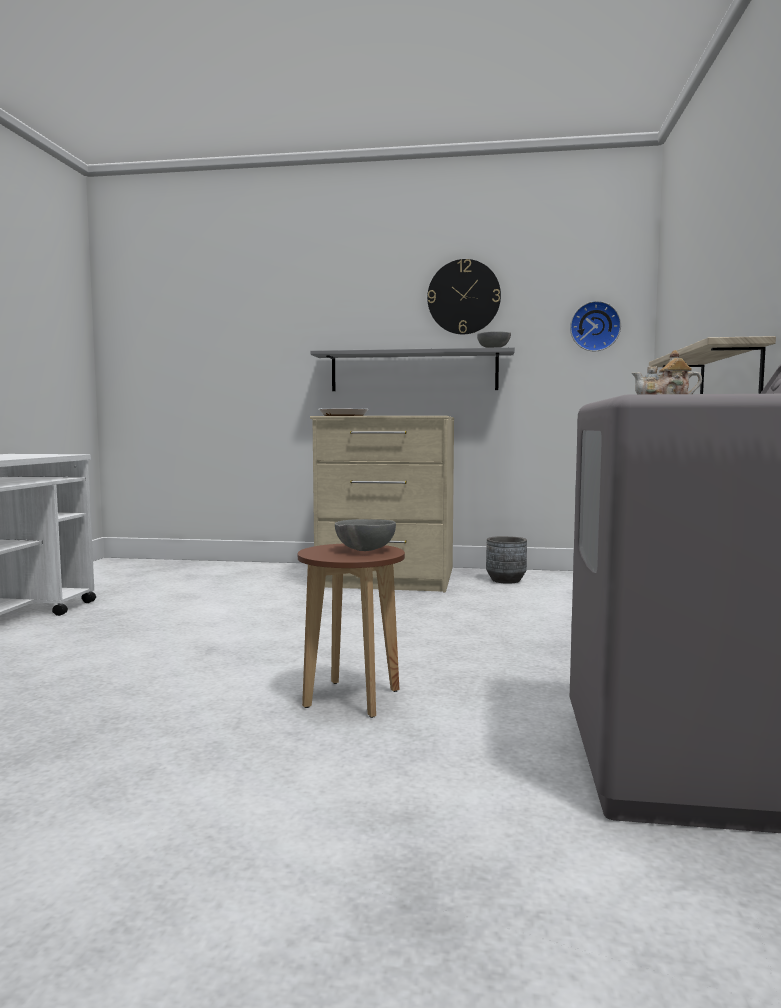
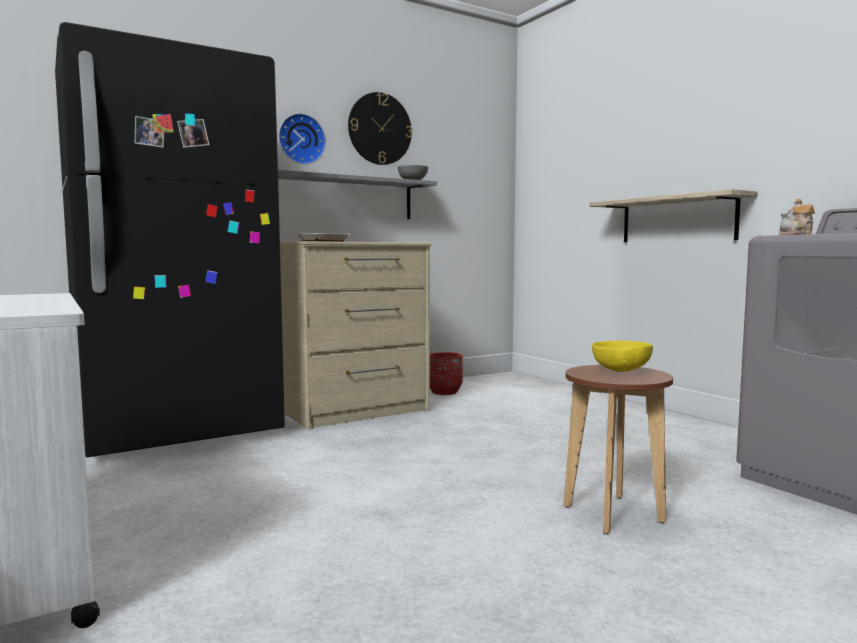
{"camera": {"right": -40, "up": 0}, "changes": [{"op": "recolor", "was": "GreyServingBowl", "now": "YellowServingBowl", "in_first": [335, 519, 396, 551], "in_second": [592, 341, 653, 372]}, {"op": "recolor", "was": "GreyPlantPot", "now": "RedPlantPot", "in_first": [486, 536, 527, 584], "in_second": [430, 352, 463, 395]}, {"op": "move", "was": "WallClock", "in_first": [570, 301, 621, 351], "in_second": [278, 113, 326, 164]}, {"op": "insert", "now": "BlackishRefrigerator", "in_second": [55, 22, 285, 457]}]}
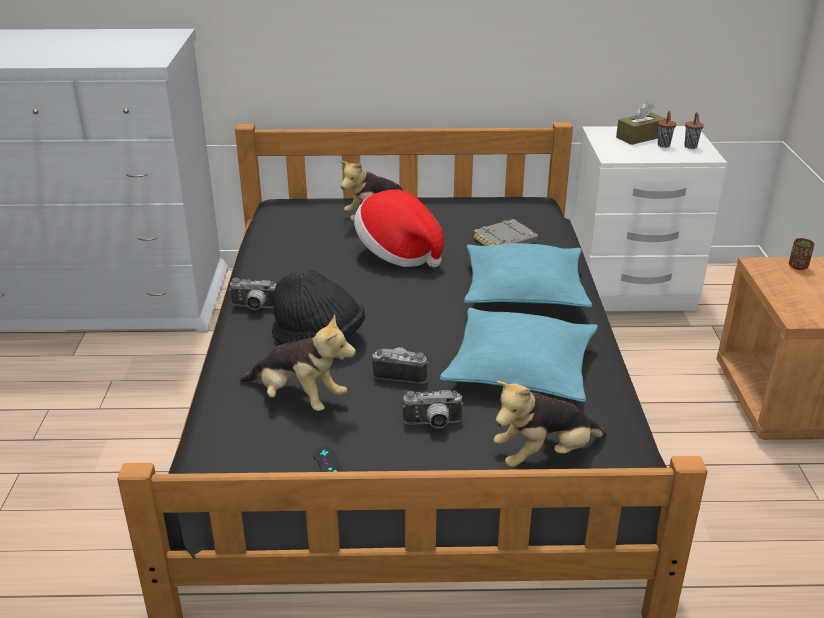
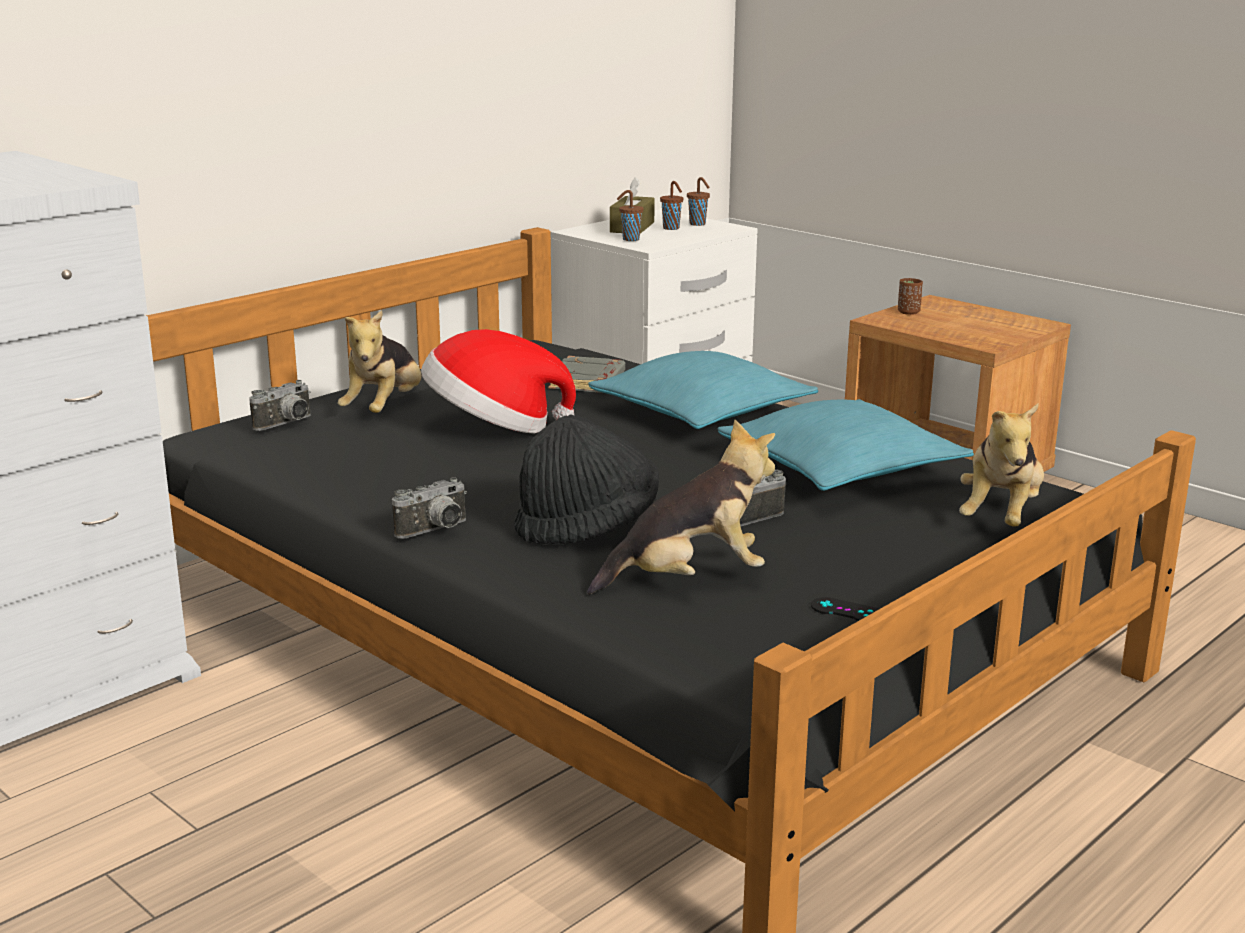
{"camera": {"right": -45, "up": -10}, "changes": [{"op": "move", "was": "StillCamera", "in_first": [403, 390, 463, 428], "in_second": [249, 380, 311, 431]}, {"op": "insert", "now": "BrownishSmallCup", "in_second": [617, 190, 643, 241]}]}
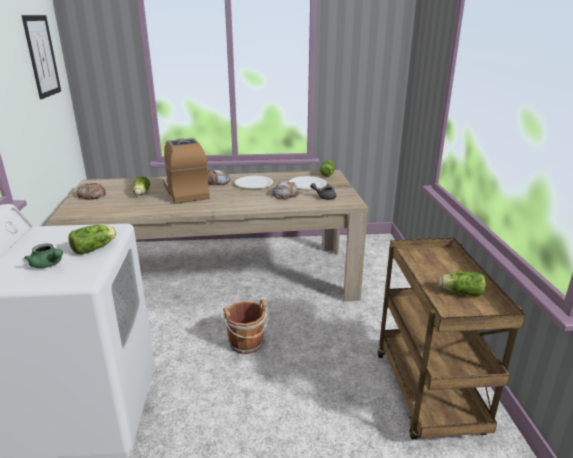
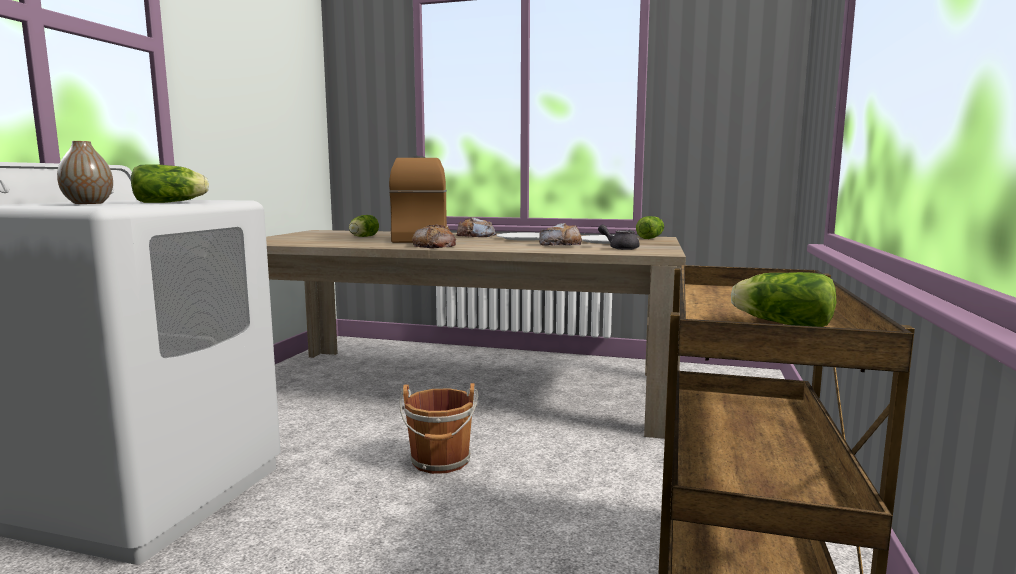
{"camera": {"right": 20, "up": -15}, "changes": [{"op": "delete", "was": "WallPicture", "in_first": [21, 15, 61, 99]}, {"op": "replace", "was": "GreenTeapot", "now": "DecorativeVase", "in_first": [24, 244, 63, 268], "in_second": [57, 141, 113, 204]}, {"op": "move", "was": "BakedBread", "in_first": [77, 183, 106, 200], "in_second": [412, 224, 456, 248]}]}
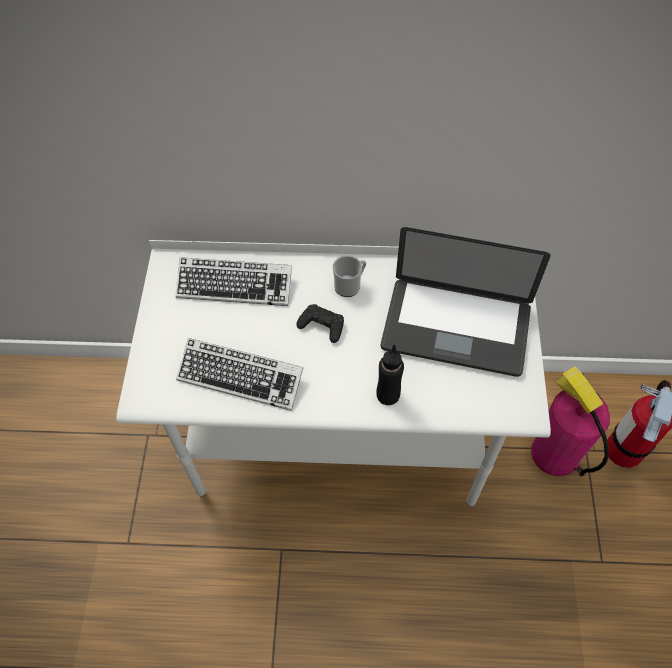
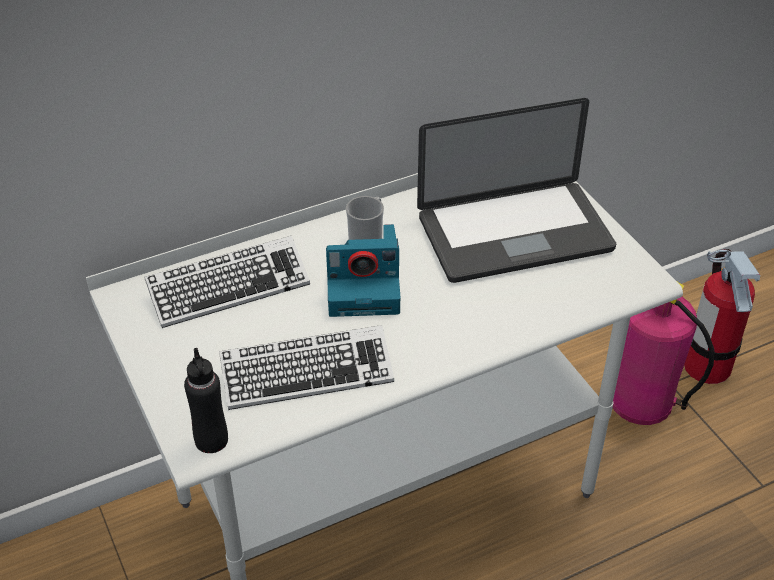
{"camera": {"right": -30, "up": -15}, "changes": [{"op": "replace", "was": "BlackishGamepad", "now": "StillCamera", "in_first": [296, 304, 344, 343], "in_second": [326, 224, 401, 317]}, {"op": "move", "was": "BlackishBottle", "in_first": [376, 345, 404, 405], "in_second": [184, 348, 228, 453]}]}
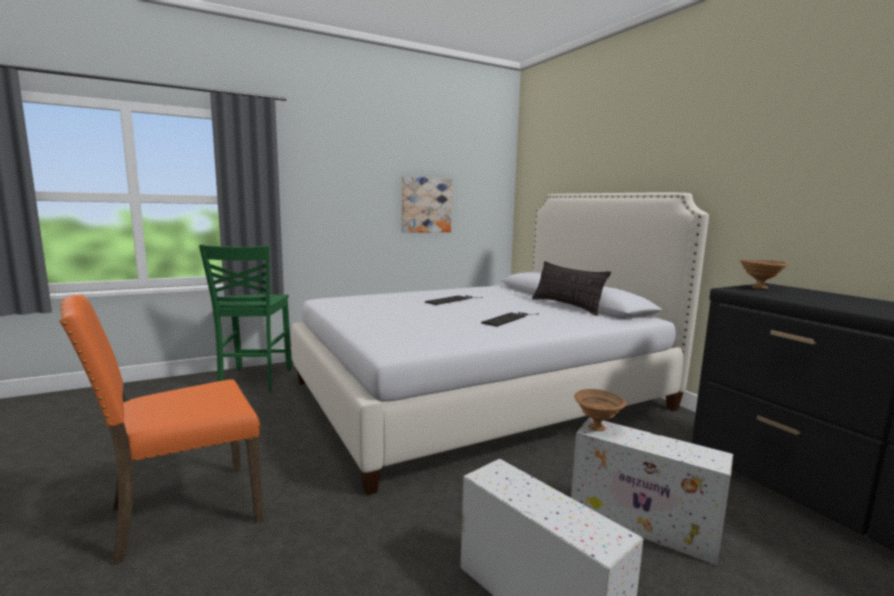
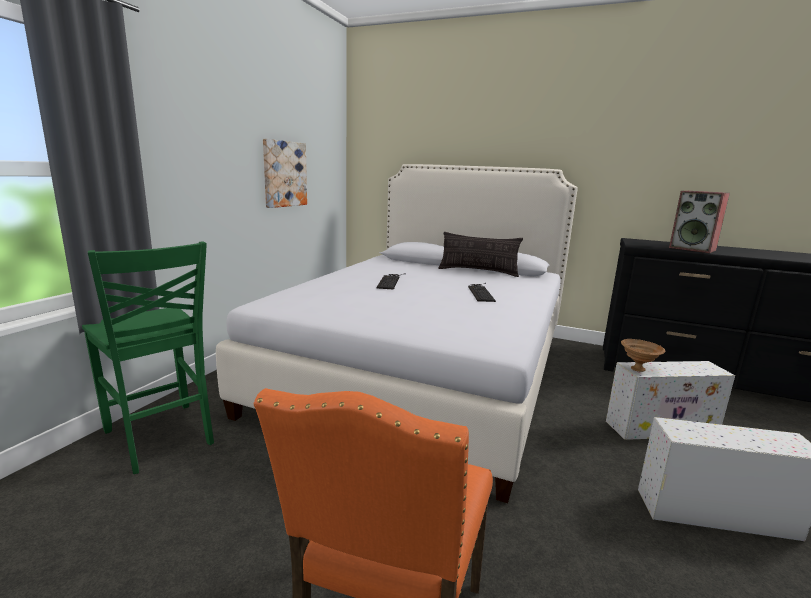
{"camera": {"right": -40, "up": 5}, "changes": [{"op": "delete", "was": "BrownishServingBowl", "in_first": [739, 260, 789, 289]}, {"op": "insert", "now": "Speaker", "in_second": [669, 191, 730, 253]}]}
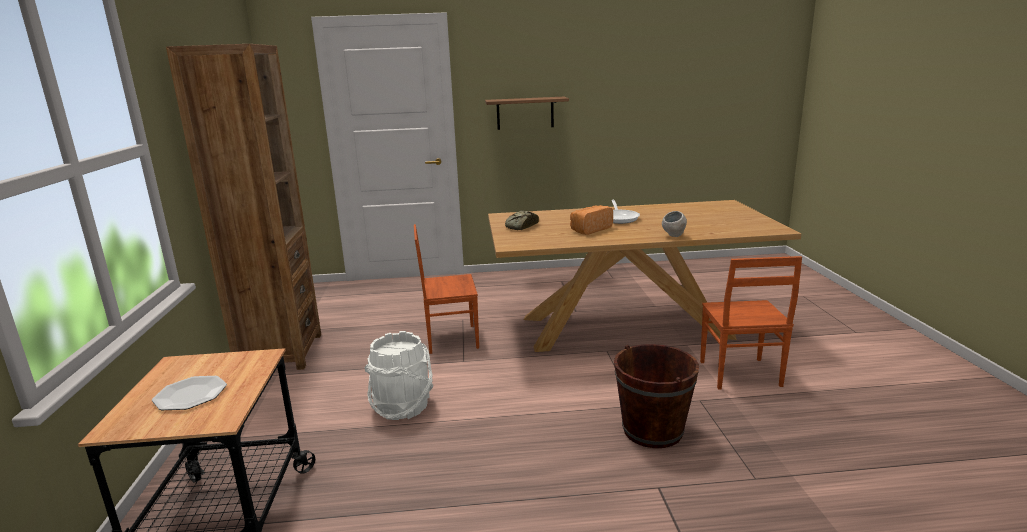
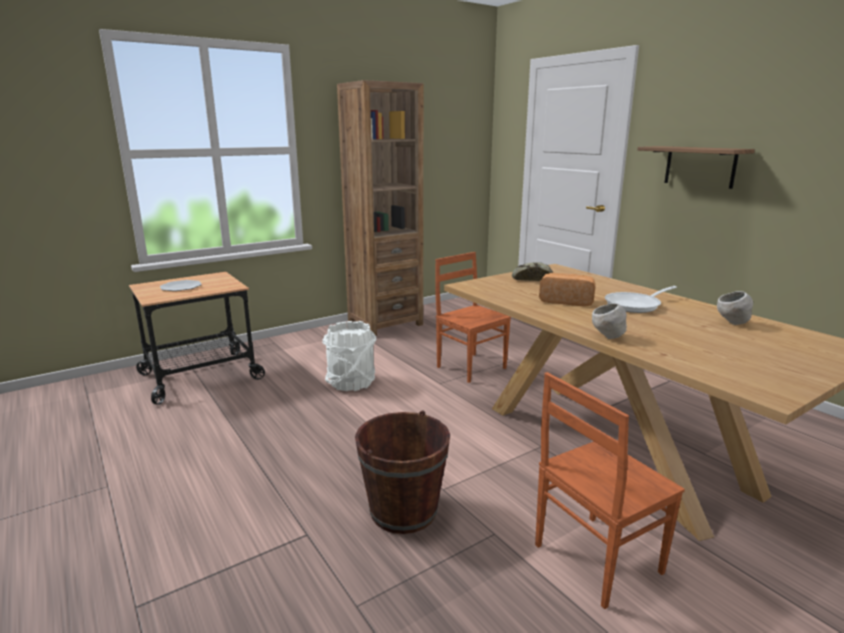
{"camera": {"right": 60, "up": 0}, "changes": [{"op": "insert", "now": "GreyServingBowl", "in_second": [717, 291, 753, 325]}]}
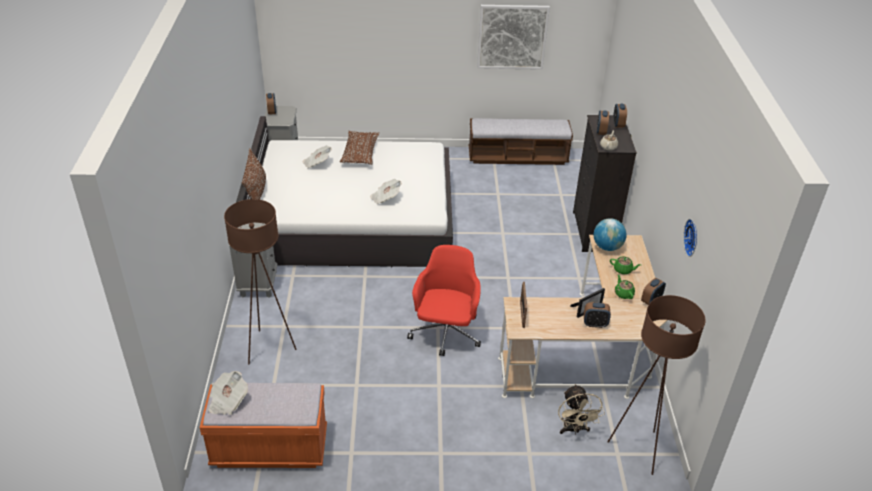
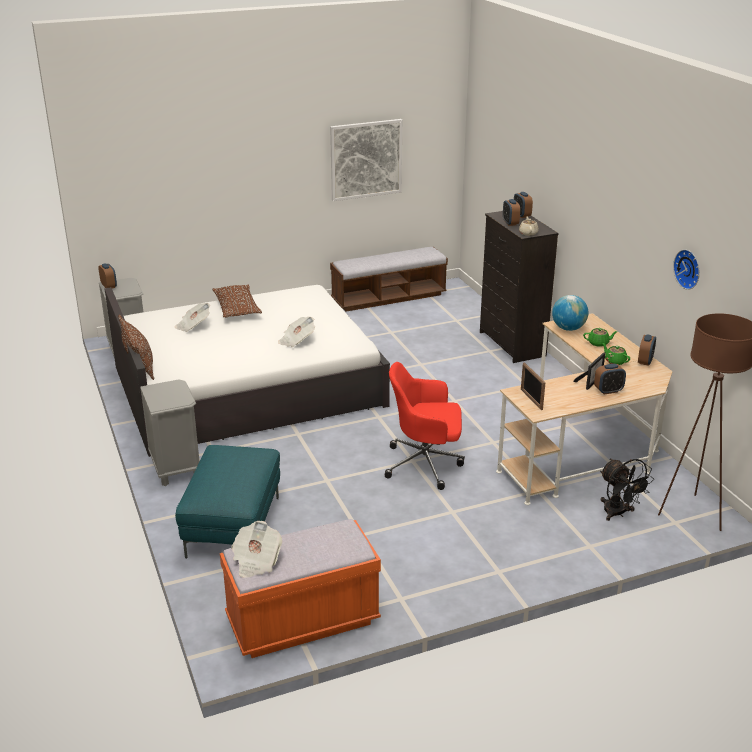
{"camera": {"right": -20, "up": -10}, "changes": [{"op": "replace", "was": "BrownishFloorLamp", "now": "TurquoiseColouredFootrest", "in_first": [224, 199, 297, 364], "in_second": [175, 445, 280, 558]}, {"op": "rotate", "was": "RedComputerChair", "in_first": [407, 245, 481, 356], "in_second": [385, 362, 465, 490], "clockwise": -75}, {"op": "recolor", "was": "BeigeColouredElectricFan", "now": "BlackishElectricFan", "in_first": [558, 384, 605, 434], "in_second": [600, 459, 654, 521]}]}
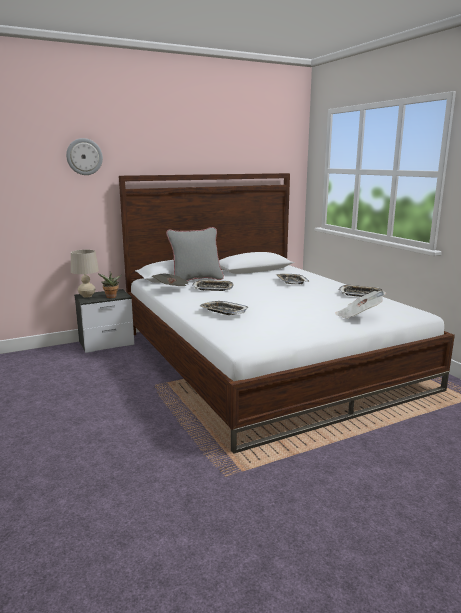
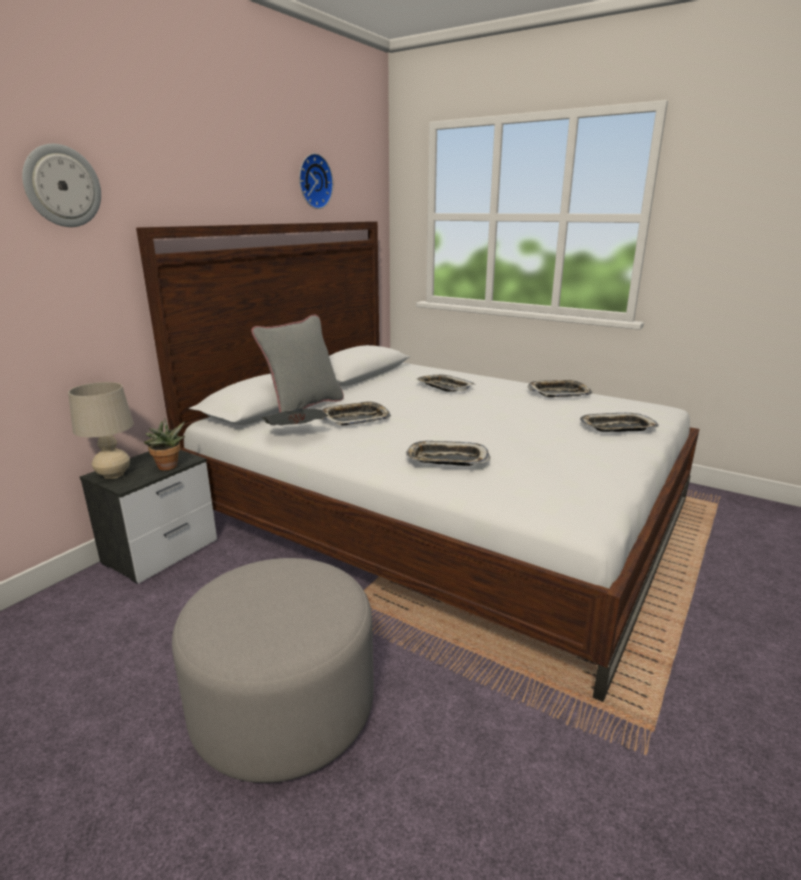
{"camera": {"right": -30, "up": 5}, "changes": [{"op": "replace", "was": "Newspaper", "now": "ServingTray", "in_first": [335, 291, 386, 319], "in_second": [580, 413, 659, 432]}, {"op": "insert", "now": "GreyFootrest", "in_second": [172, 558, 374, 783]}, {"op": "insert", "now": "WallClock", "in_second": [299, 153, 333, 209]}]}
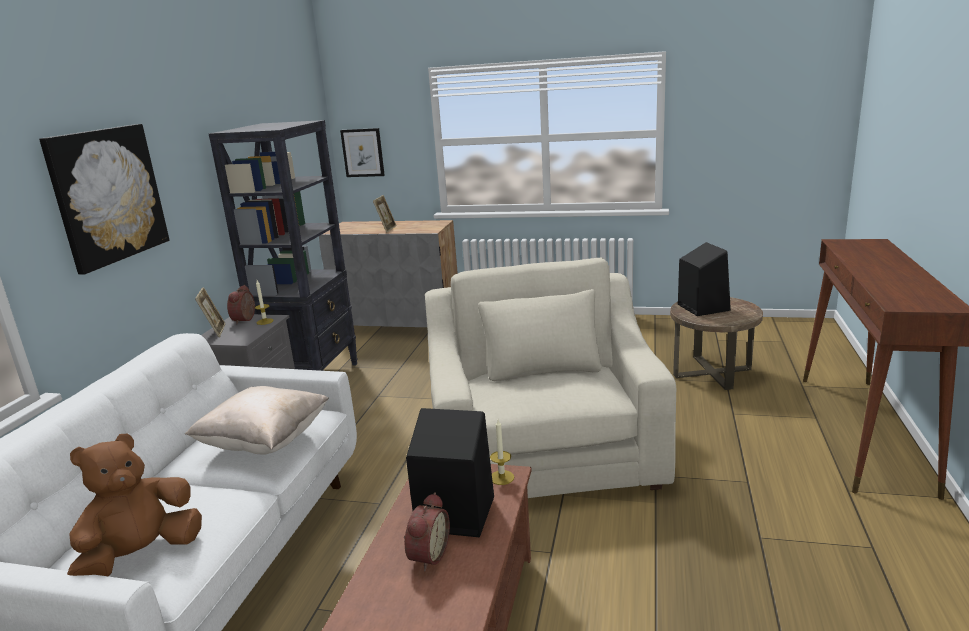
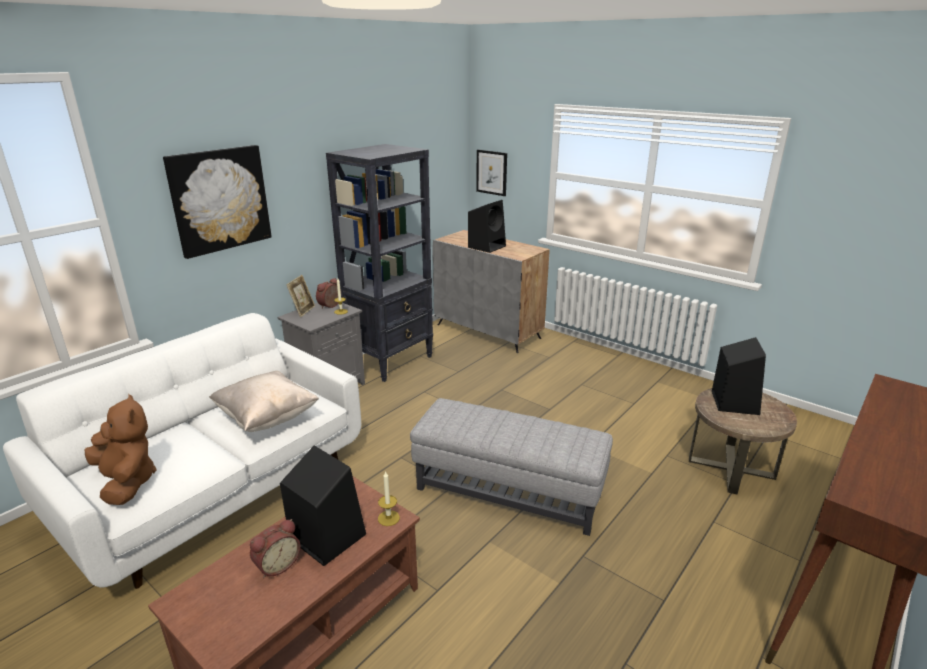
{"camera": {"right": 25, "up": 5}, "changes": [{"op": "rotate", "was": "BrownishCuddlyToy", "in_first": [67, 434, 202, 576], "in_second": [85, 394, 156, 505], "clockwise": 75}, {"op": "replace", "was": "StandingFrame", "now": "BlackishSpeaker", "in_first": [373, 195, 397, 233], "in_second": [468, 200, 506, 253]}, {"op": "replace", "was": "BeigeColouredLoungeChair", "now": "GreyFootrest", "in_first": [425, 257, 676, 498], "in_second": [410, 398, 613, 536]}]}
